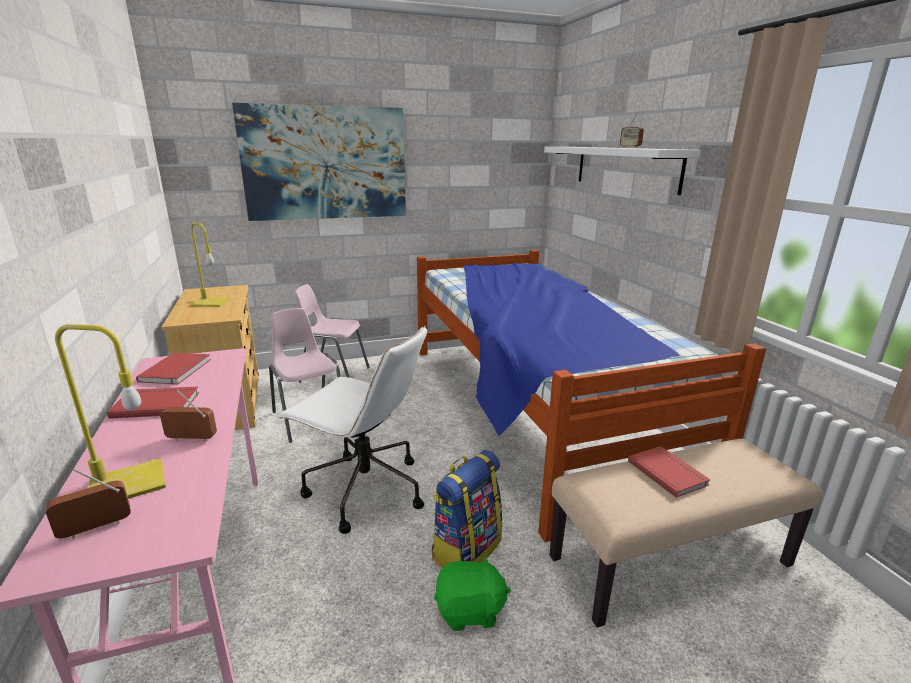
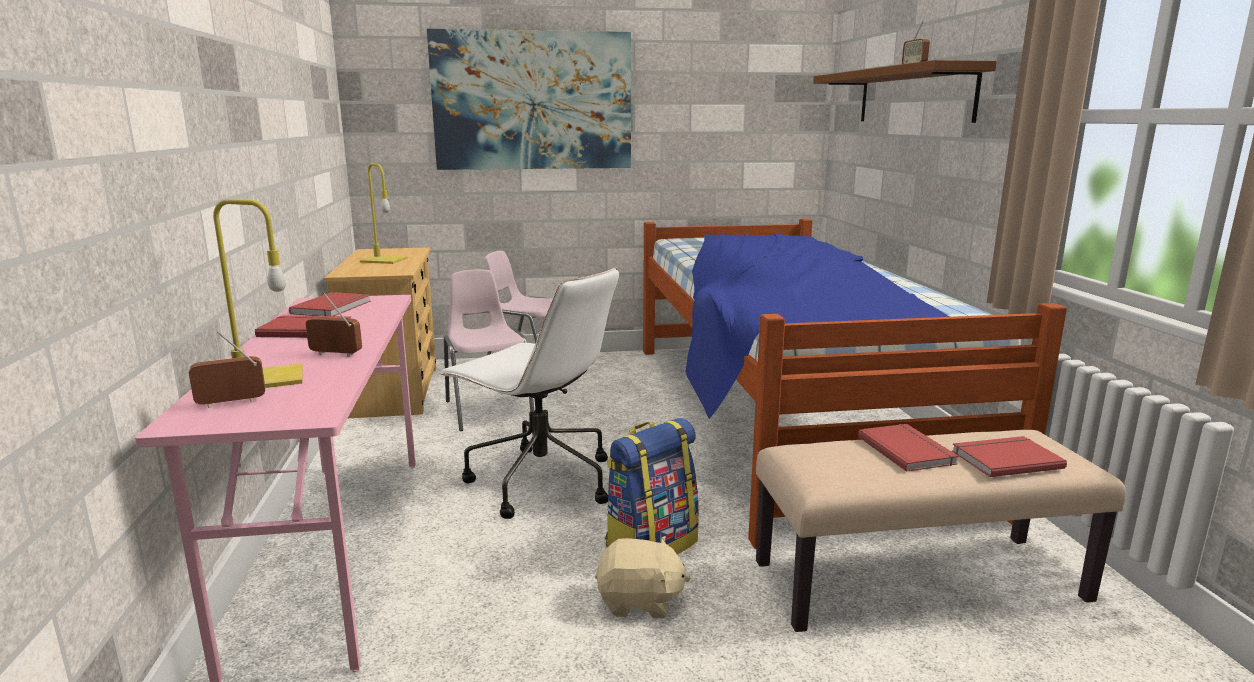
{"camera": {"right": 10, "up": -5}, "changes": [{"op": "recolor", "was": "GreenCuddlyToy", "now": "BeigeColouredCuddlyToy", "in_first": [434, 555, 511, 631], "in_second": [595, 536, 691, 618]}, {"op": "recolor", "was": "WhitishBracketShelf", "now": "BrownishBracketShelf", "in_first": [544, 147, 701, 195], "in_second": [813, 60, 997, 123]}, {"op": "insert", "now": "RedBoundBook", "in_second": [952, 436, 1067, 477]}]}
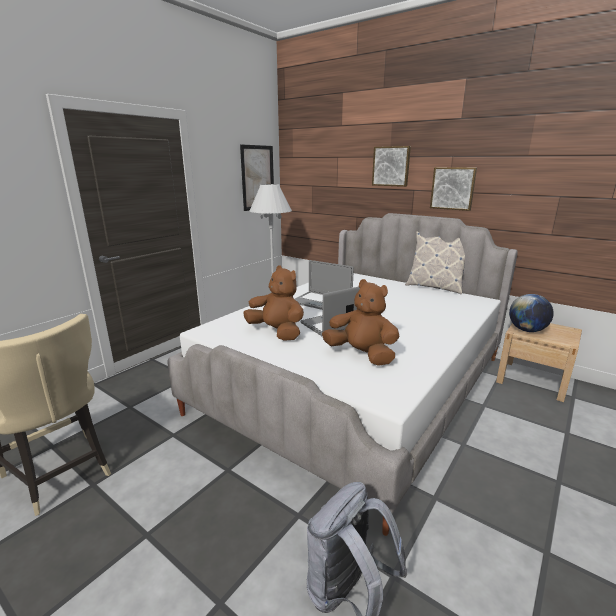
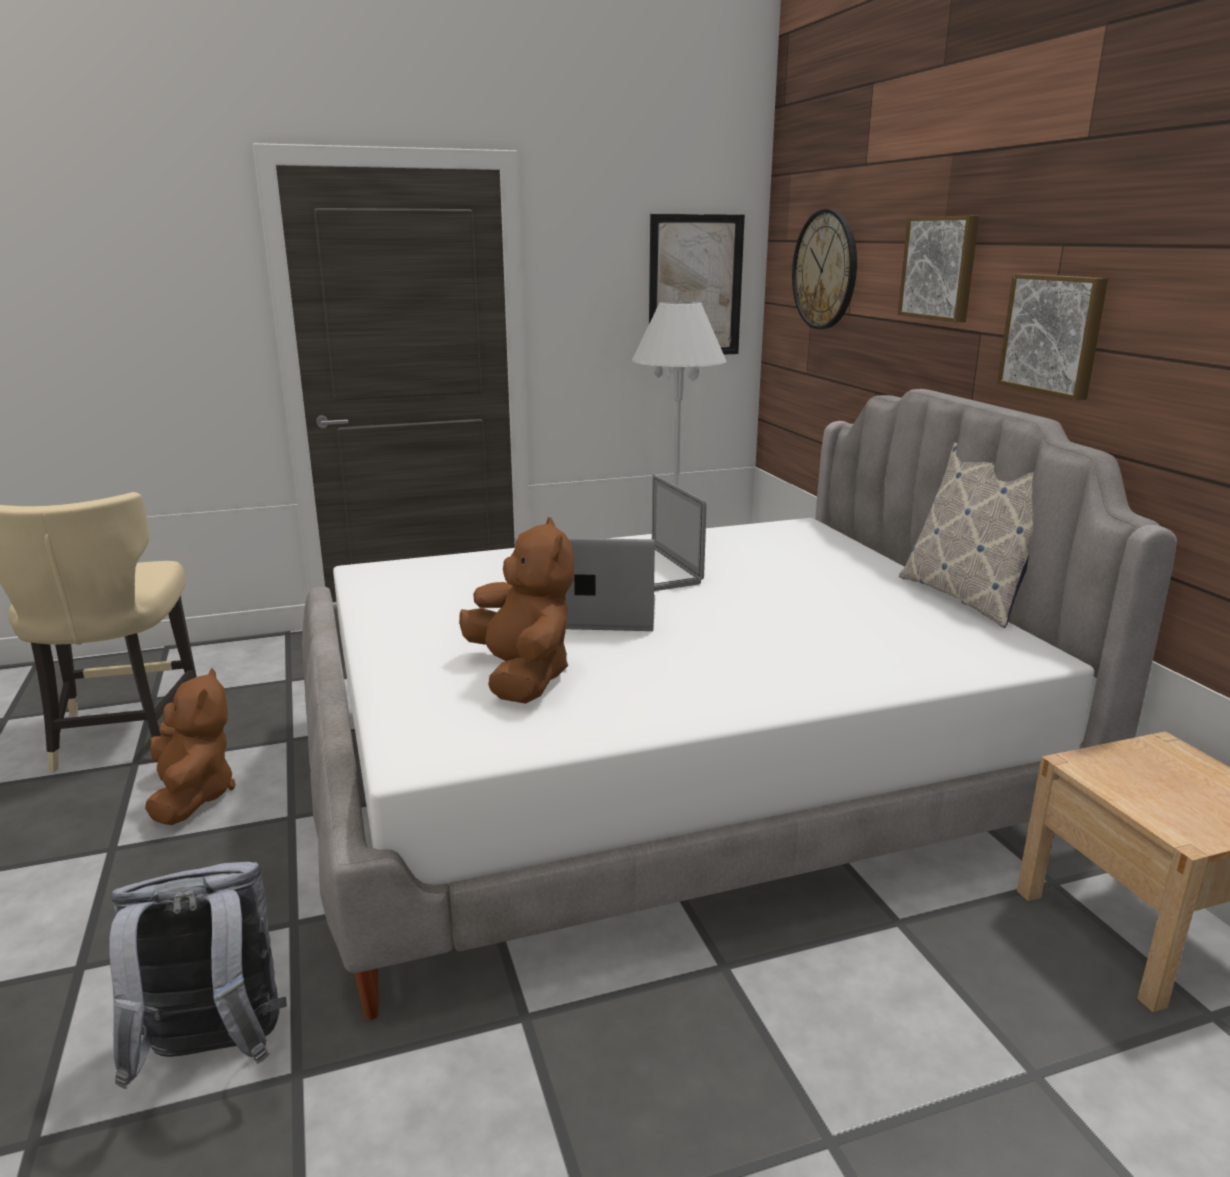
{"camera": {"right": 35, "up": 0}, "changes": [{"op": "move", "was": "BrownishCuddlyToy", "in_first": [243, 266, 304, 341], "in_second": [145, 668, 236, 825]}, {"op": "delete", "was": "WorldGlobe", "in_first": [509, 294, 554, 332]}, {"op": "insert", "now": "WallClock", "in_second": [792, 209, 857, 329]}]}
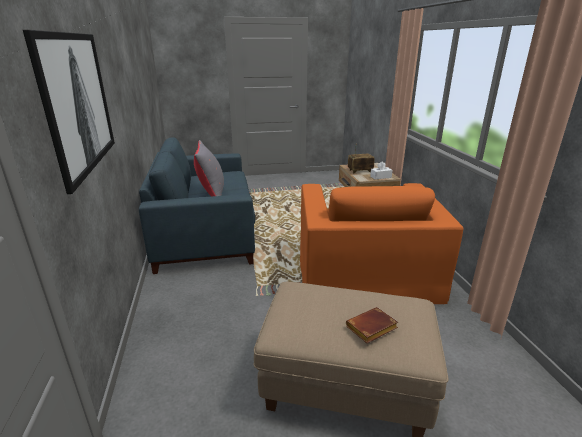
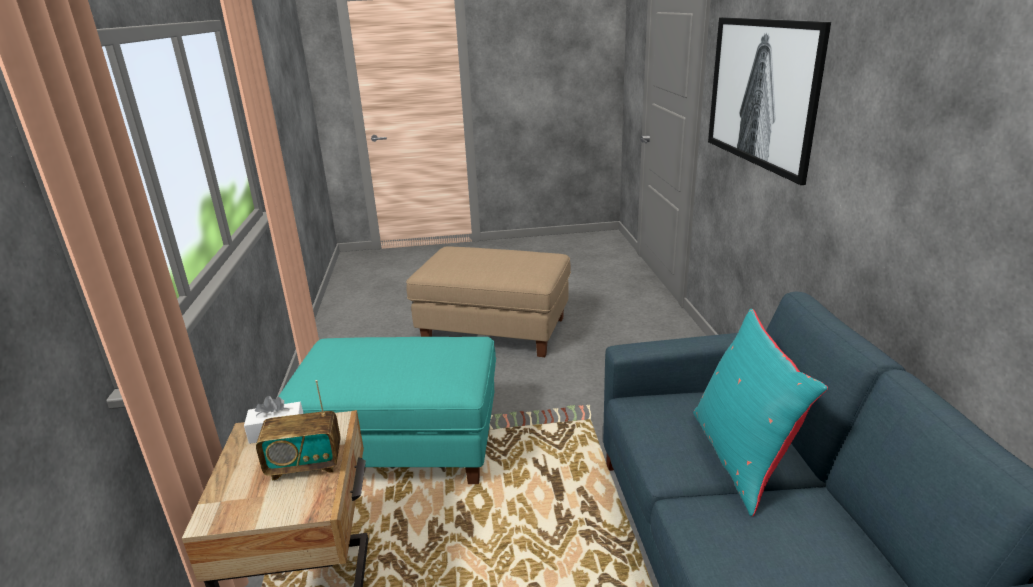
{"camera": {"right": -175, "up": 0}, "changes": [{"op": "recolor", "was": "GreyThrowPillow", "now": "TurquoiseColouredThrowPillow", "in_first": [194, 140, 224, 197], "in_second": [693, 309, 828, 516]}, {"op": "replace", "was": "OrangeLoungeChair", "now": "TurquoiseColouredFootrest", "in_first": [300, 183, 463, 304], "in_second": [278, 337, 496, 484]}, {"op": "delete", "was": "BrownishBoundBook", "in_first": [346, 307, 398, 343]}]}
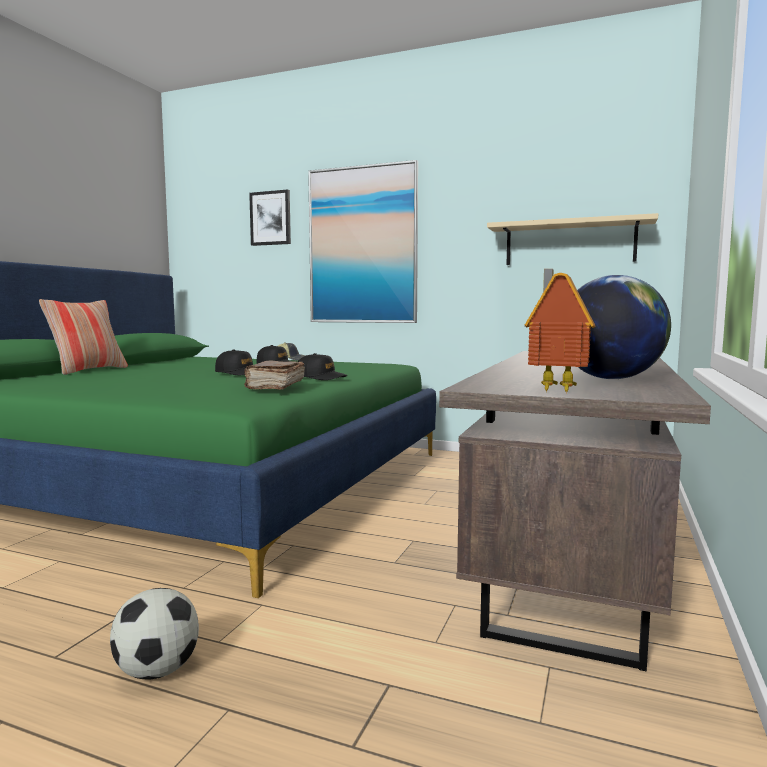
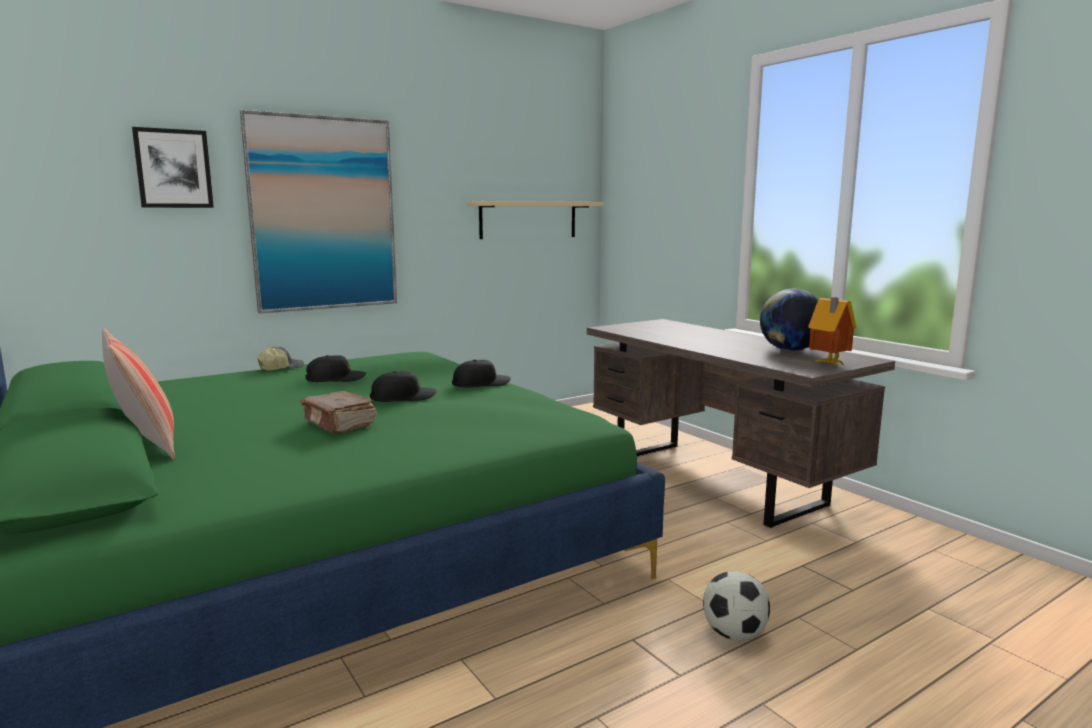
{"camera": {"right": -55, "up": 5}, "changes": [{"op": "move", "was": "BrownishBoundBook", "in_first": [244, 360, 305, 390], "in_second": [301, 391, 377, 434]}]}
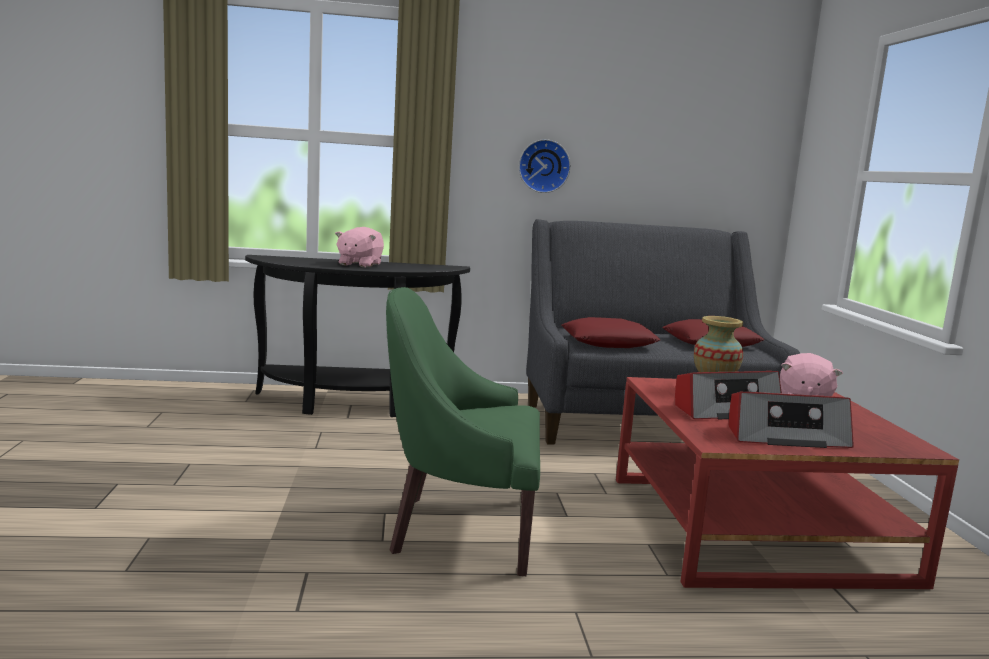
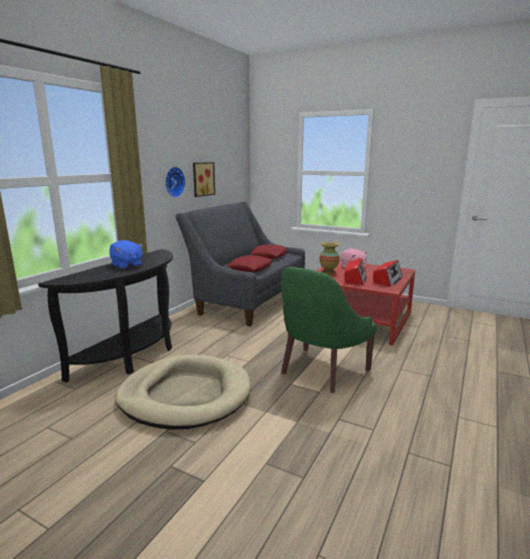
{"camera": {"right": -55, "up": 5}, "changes": [{"op": "recolor", "was": "PinkCuddlyToy", "now": "BlueColouredCuddlyToy", "in_first": [335, 227, 384, 267], "in_second": [109, 240, 143, 269]}, {"op": "insert", "now": "BeigeColouredPetBed", "in_second": [115, 355, 251, 430]}, {"op": "insert", "now": "WallPicture", "in_second": [193, 162, 215, 197]}]}
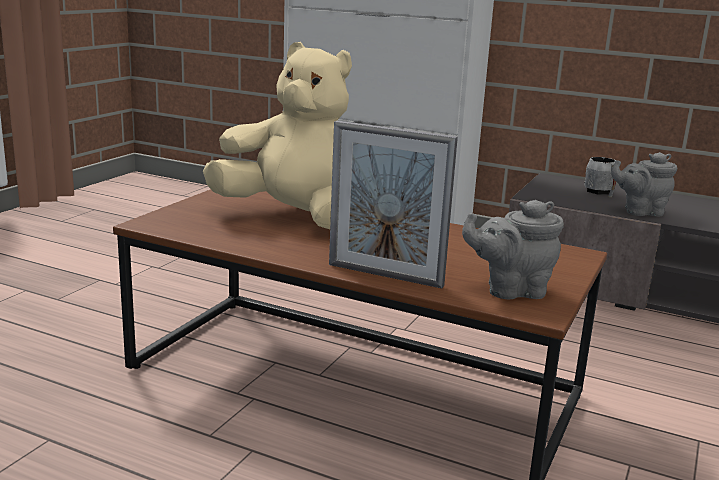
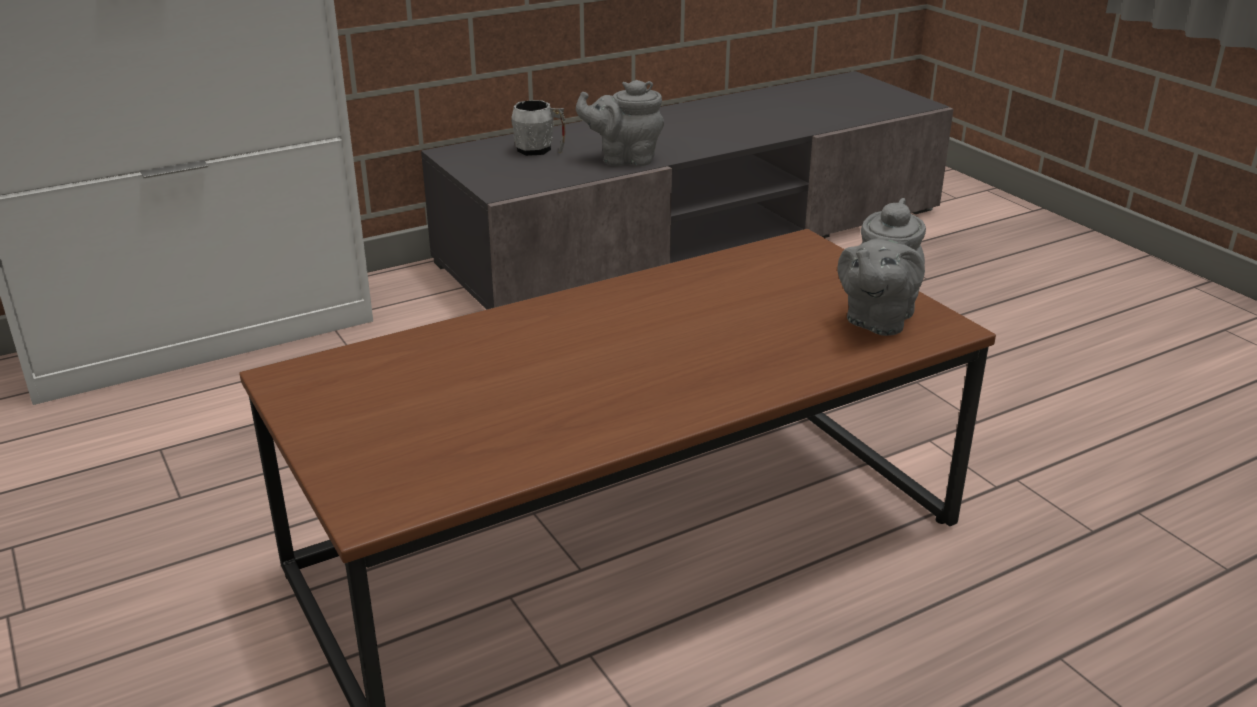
{"camera": {"right": -55, "up": 10}, "changes": [{"op": "delete", "was": "BeigeColouredCuddlyToy", "in_first": [203, 42, 352, 229]}, {"op": "delete", "was": "StandingFrame", "in_first": [329, 121, 458, 288]}, {"op": "rotate", "was": "GreyTeapot", "in_first": [611, 152, 677, 217], "in_second": [576, 80, 664, 166], "clockwise": 60}]}
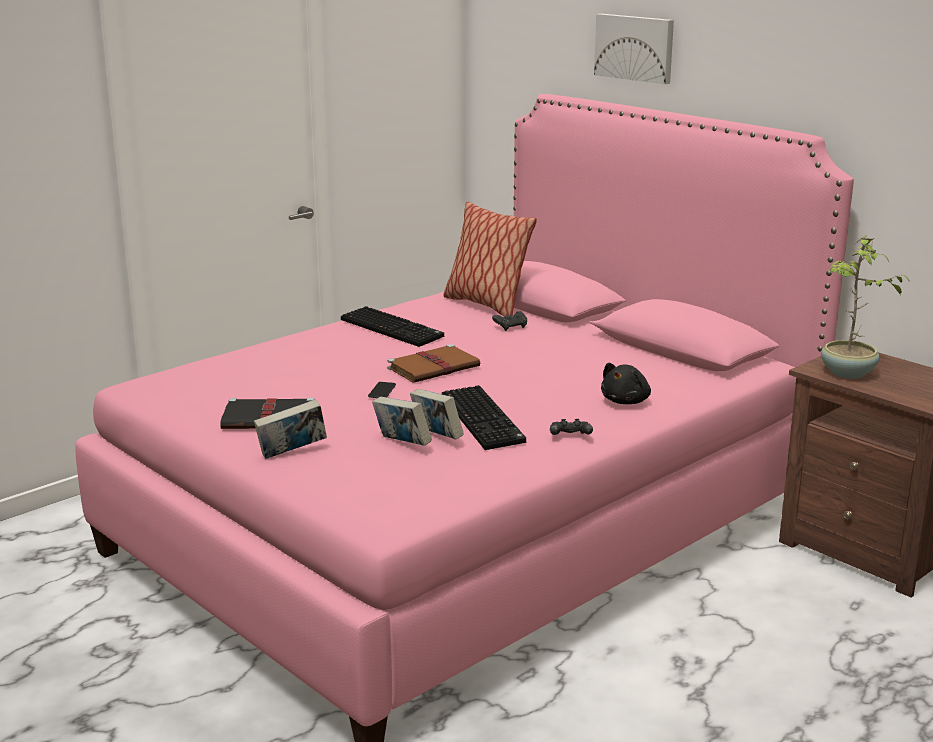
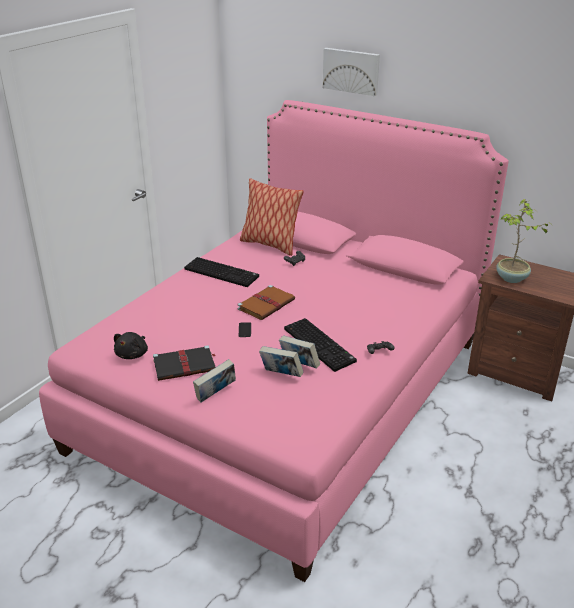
{"camera": {"right": -15, "up": 10}, "changes": [{"op": "move", "was": "BlackishCuddlyToy", "in_first": [601, 363, 651, 404], "in_second": [114, 332, 148, 359]}]}
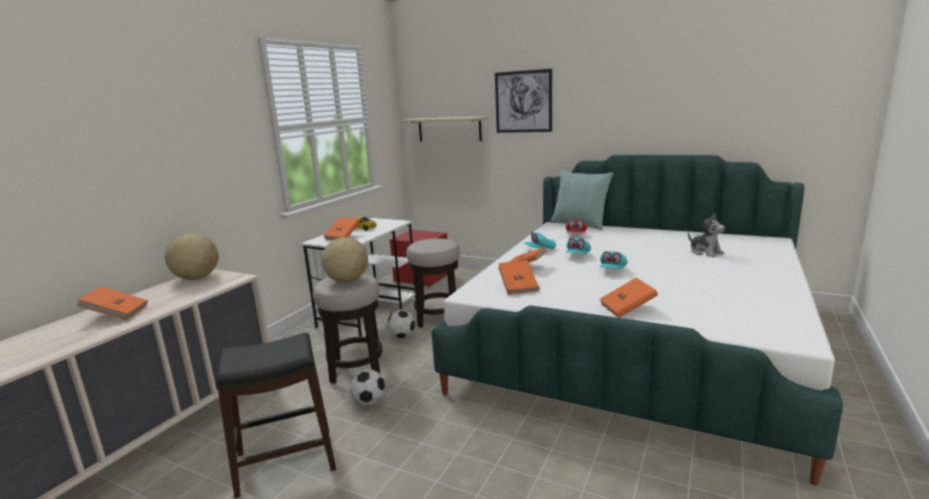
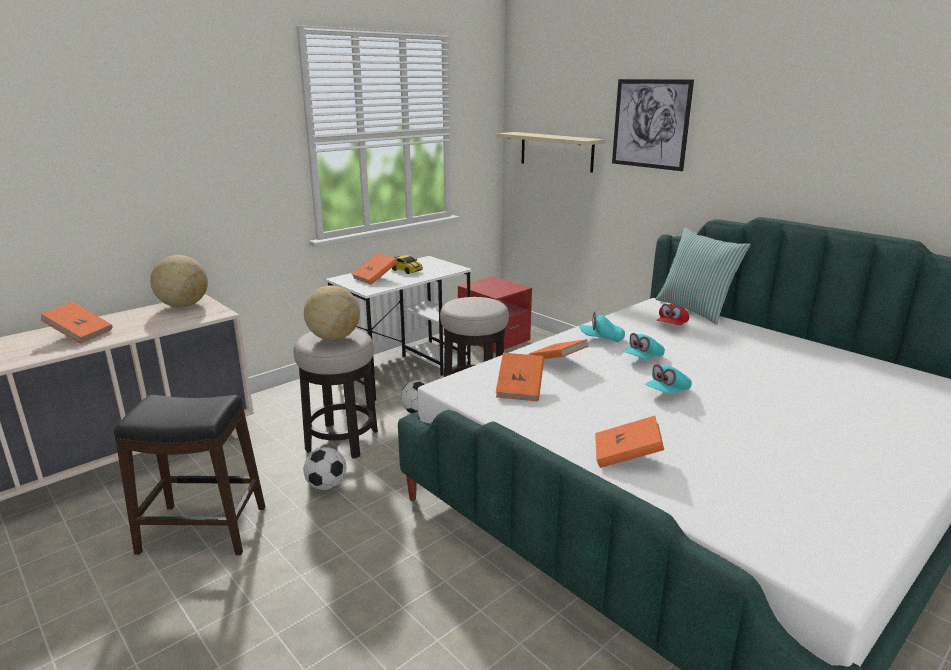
{"camera": {"right": 20, "up": 5}, "changes": [{"op": "delete", "was": "CuddlyToy", "in_first": [688, 213, 725, 257]}]}
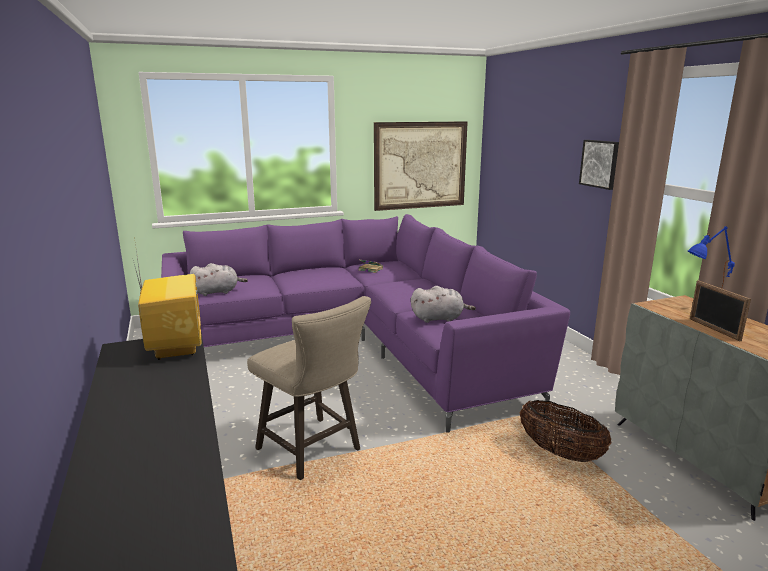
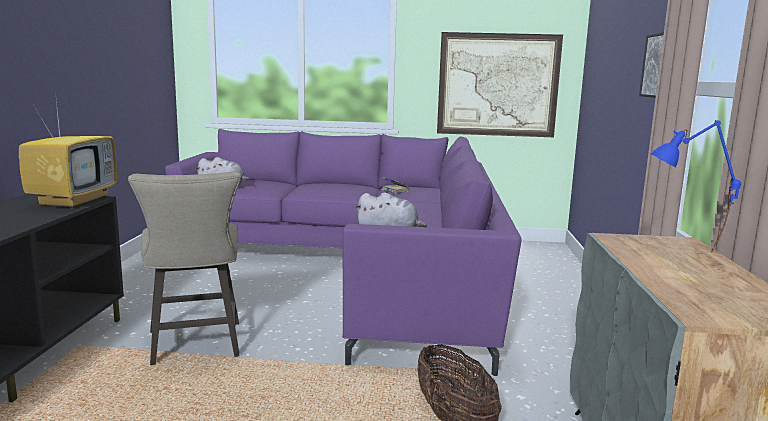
{"camera": {"right": 25, "up": -5}, "changes": [{"op": "delete", "was": "StandingFrame", "in_first": [690, 280, 751, 341]}]}
